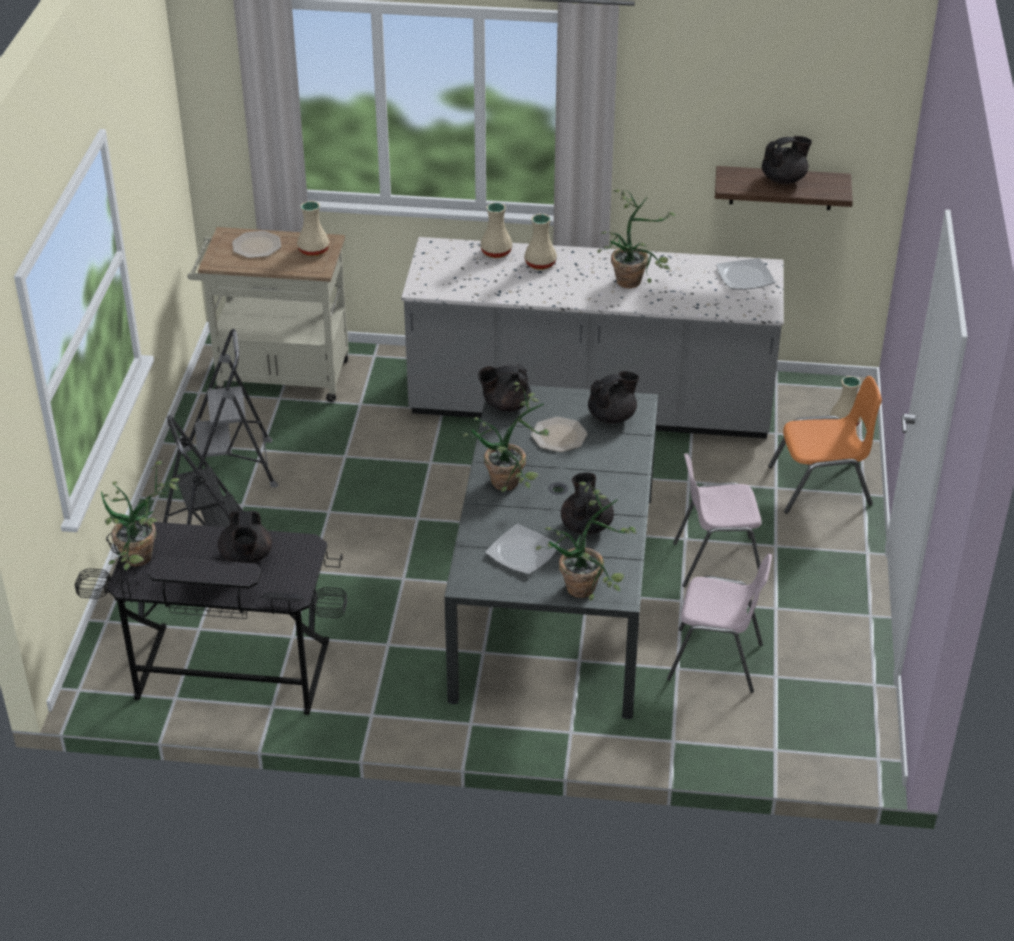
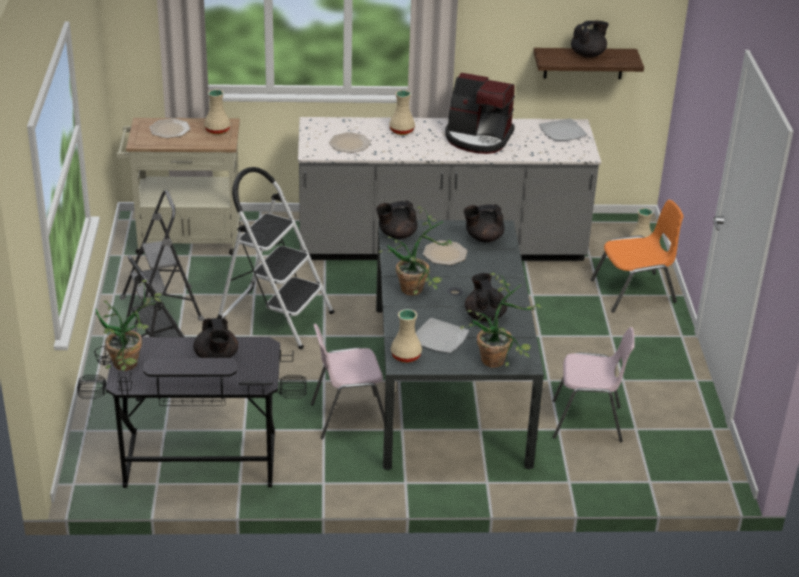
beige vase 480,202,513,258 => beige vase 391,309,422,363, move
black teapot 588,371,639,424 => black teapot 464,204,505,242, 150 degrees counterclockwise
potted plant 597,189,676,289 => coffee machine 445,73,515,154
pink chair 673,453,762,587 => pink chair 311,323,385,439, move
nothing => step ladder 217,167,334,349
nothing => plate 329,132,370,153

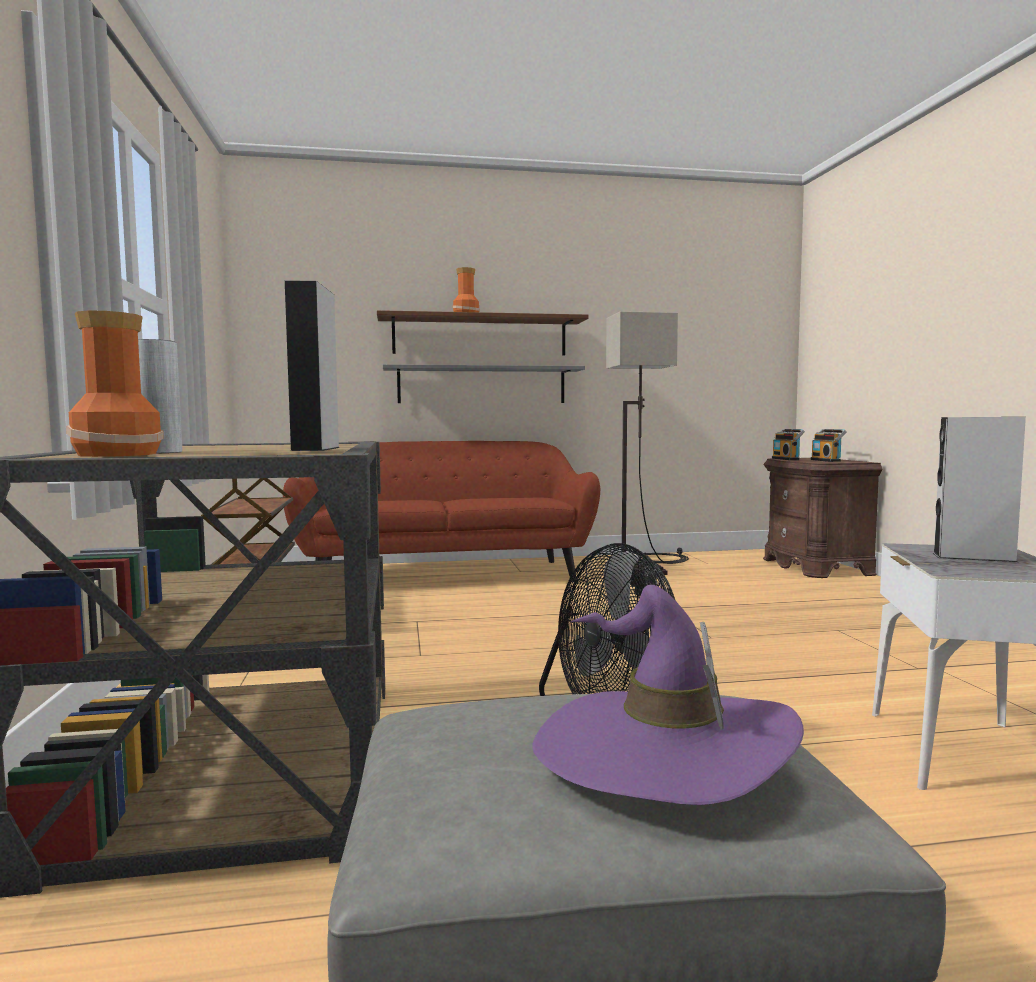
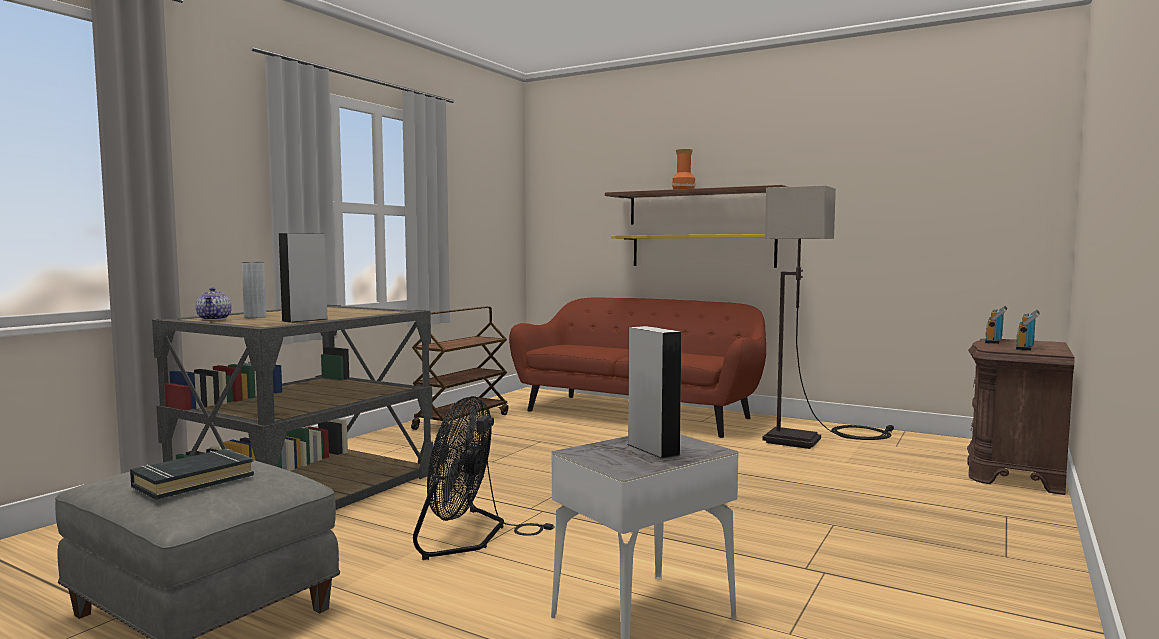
vase 66,311,164,457 => teapot 196,287,232,320
grey shelf 383,364,585,403 => yellow shelf 611,234,778,268
purple hat 532,585,804,805 => black book 130,449,254,500

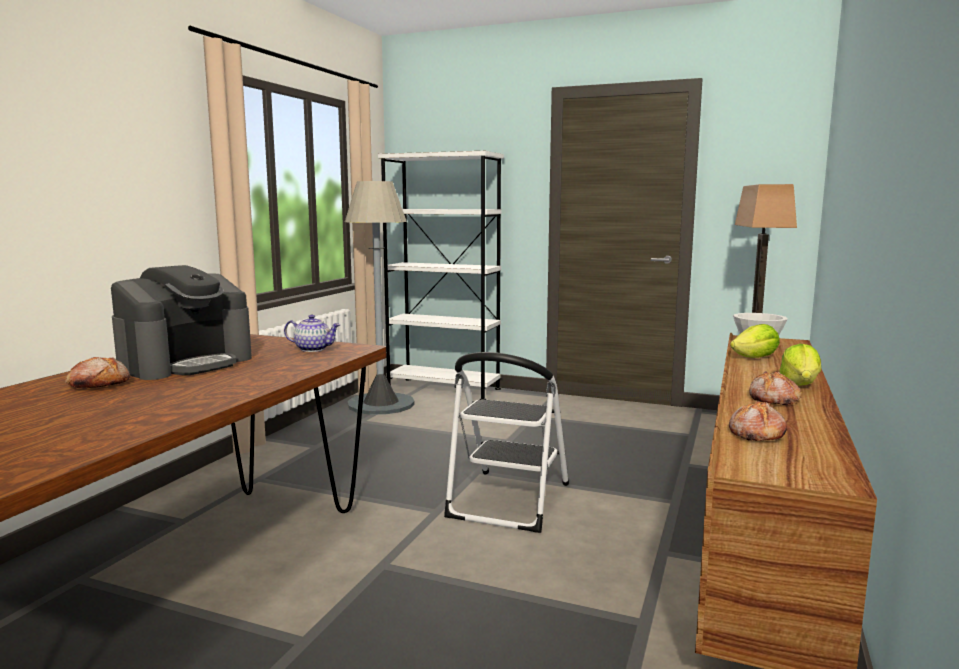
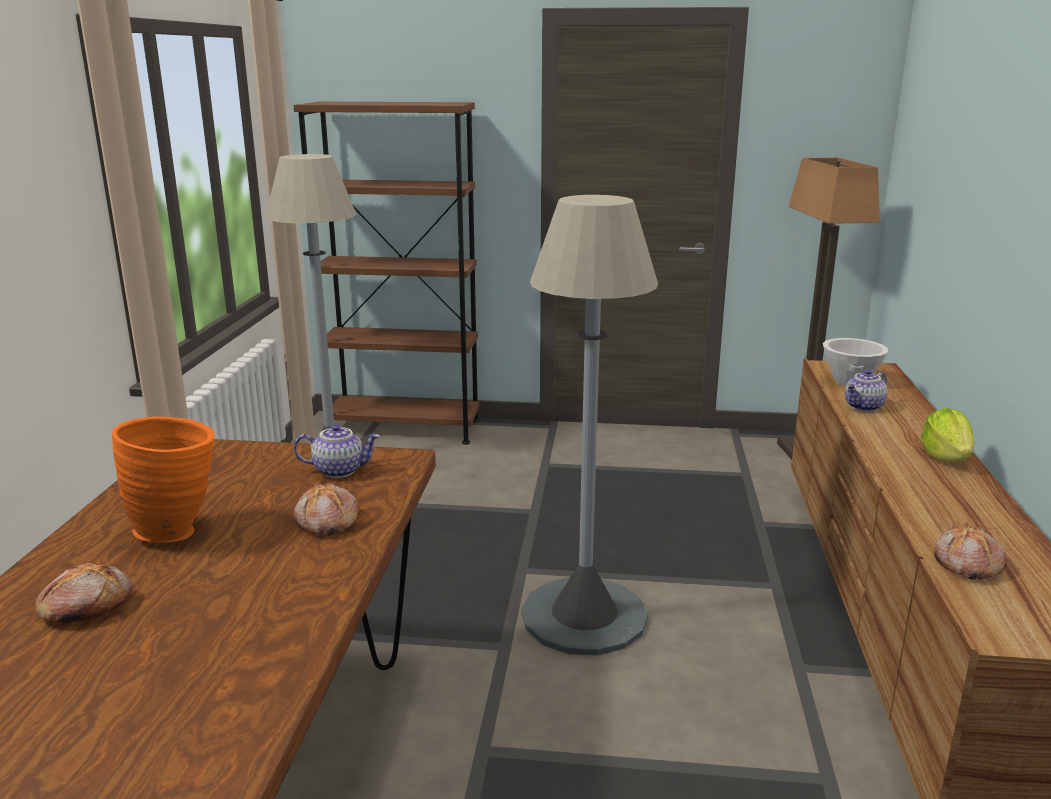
coffee machine 111,265,252,380 => orange vase 112,416,215,543
white bookcase 378,151,504,400 => brown bookcase 294,102,480,445
step ladder 444,352,569,533 => grey floor lamp 522,195,658,655
lettuce 730,324,780,358 => teapot 845,370,887,412
bread 749,371,801,405 => bread 294,482,360,536, move

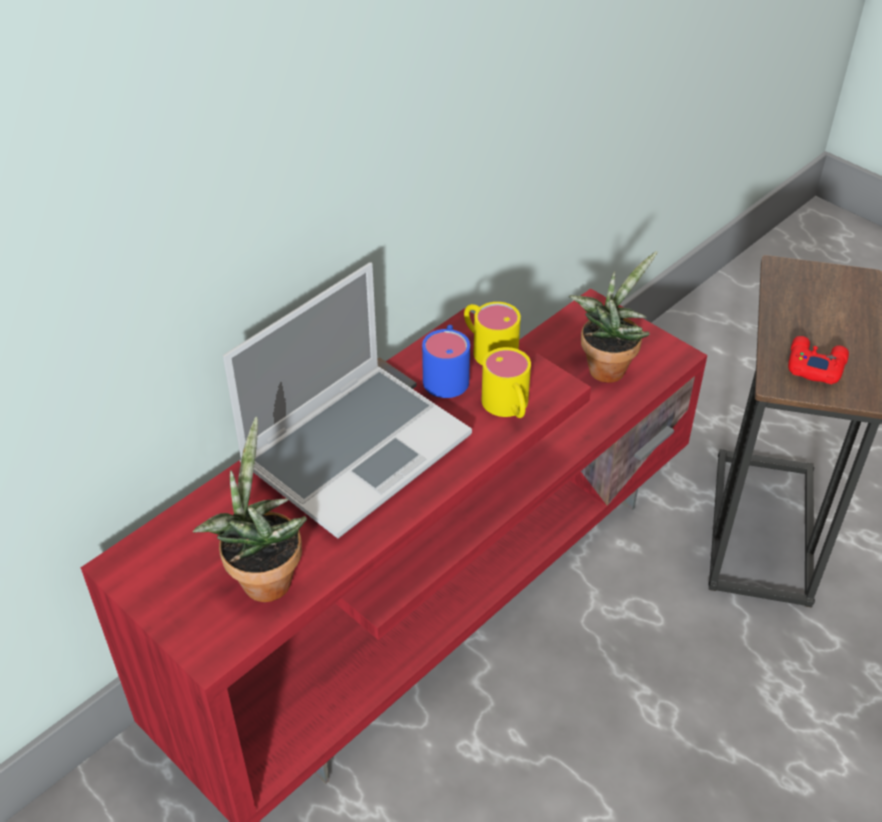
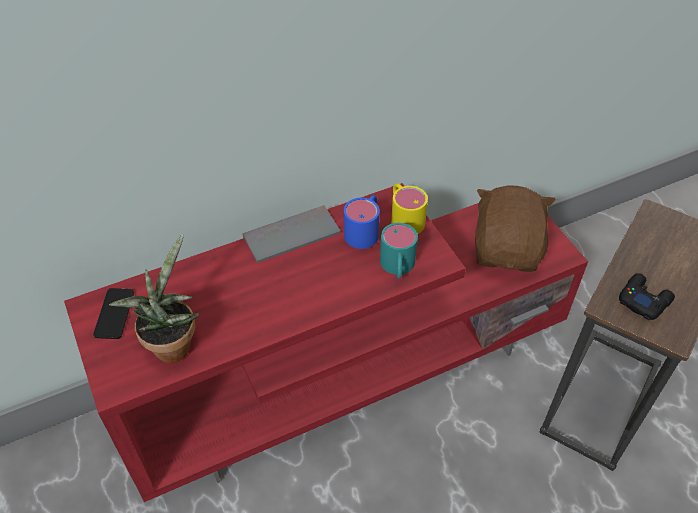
laptop 223,262,472,539 => nothing
yellow mug 481,347,531,418 => turquoise mug 380,223,418,279
potted plant 569,251,657,383 => brown plush toy 475,186,556,272
red game controller 788,336,849,384 => black game controller 619,273,675,320
nothing => phone 93,288,134,339

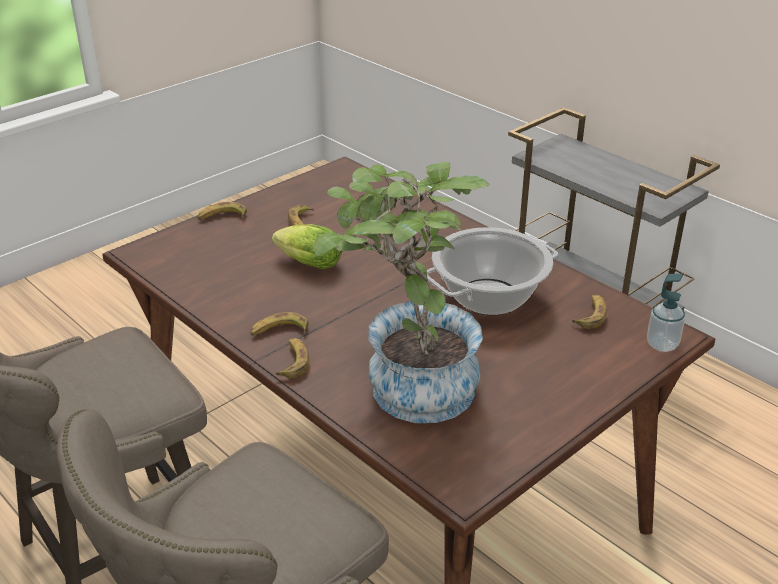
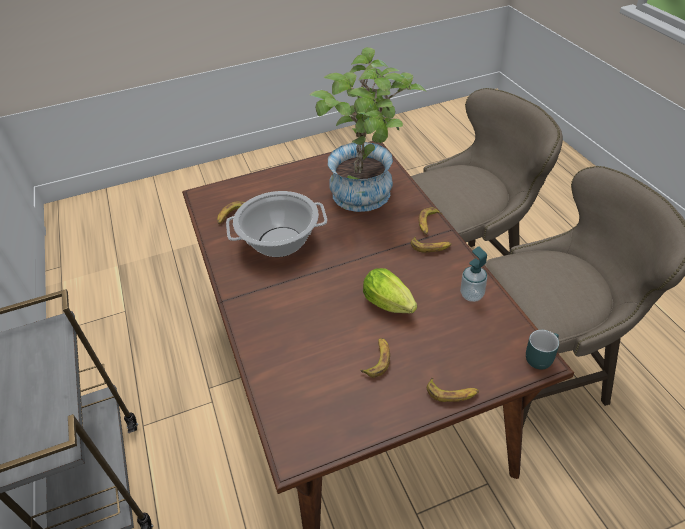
soap dispenser 647,274,685,352 => soap dispenser 460,246,487,302, move
nothing => turquoise mug 526,330,559,370

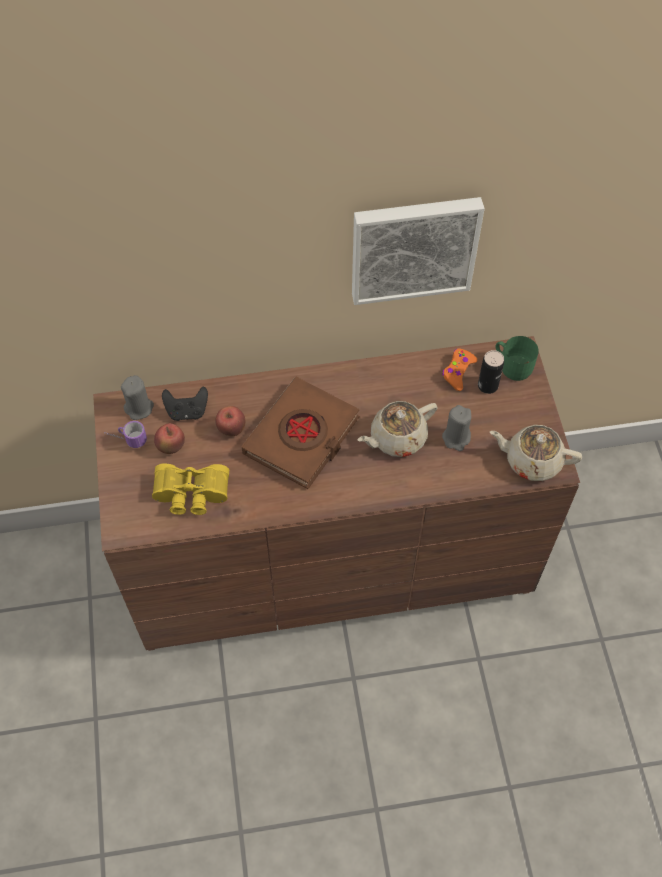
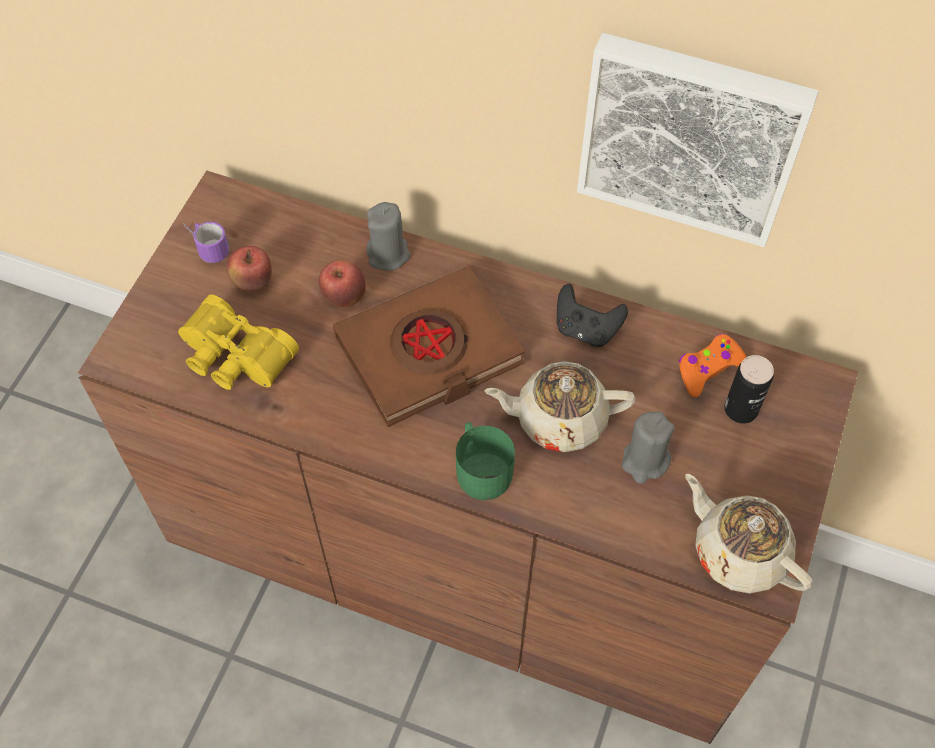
grey candle 121,375,154,420 => grey candle 366,202,411,271, move
black game controller 162,387,208,421 => black game controller 557,284,628,347, move
green mug 496,336,539,381 => green mug 456,422,515,500, move

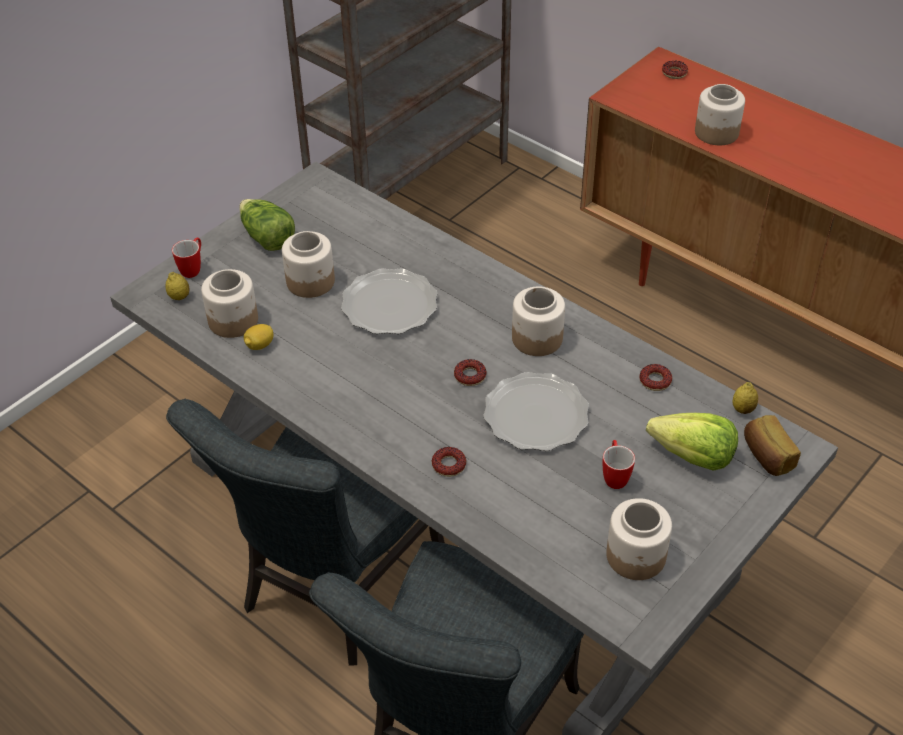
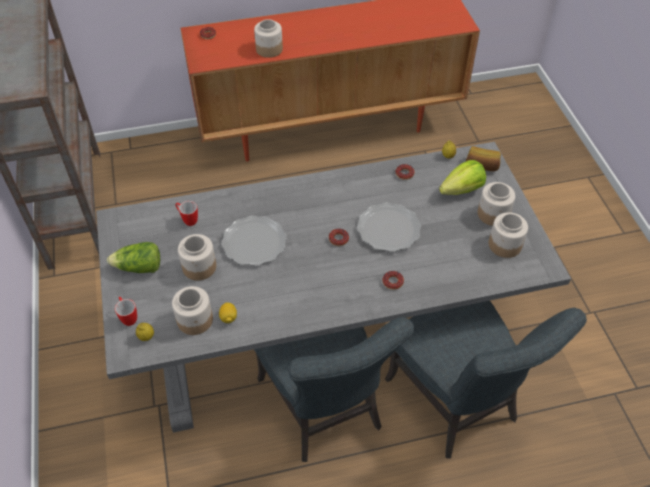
jar 512,287,565,356 => jar 478,182,515,226, move
mug 603,440,635,489 => mug 175,201,198,226, move

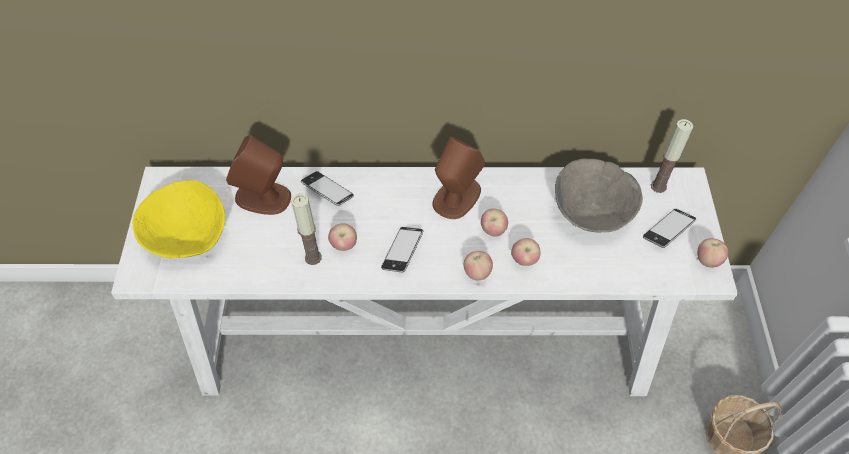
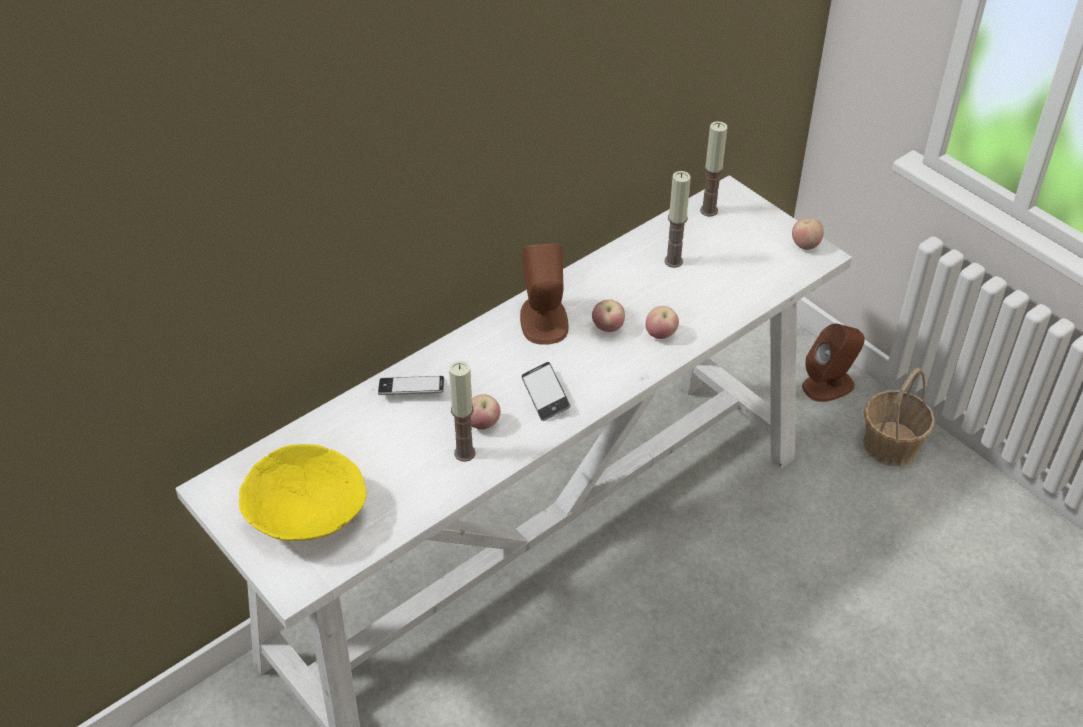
brown speaker 226,135,291,215 => brown speaker 802,323,865,402, move
apple 463,251,493,280 => nothing
grey bowl 555,158,643,232 => candle 664,171,691,268
phone 643,209,696,248 => nothing

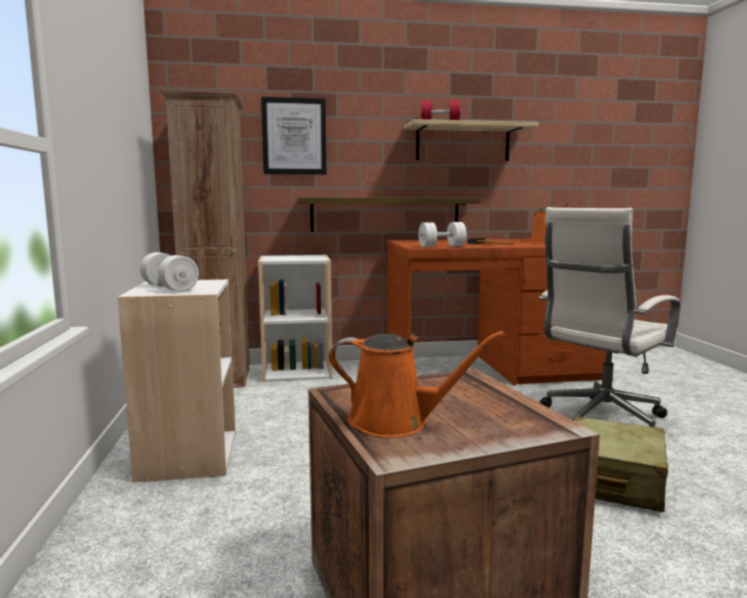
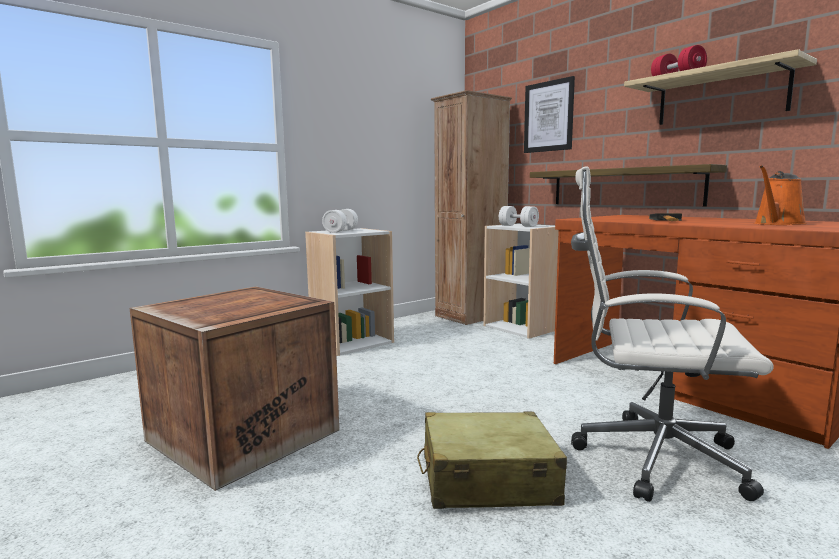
orange watering can 329,331,505,438 => nothing
white dumbbell 418,222,466,247 => white dumbbell 499,206,539,227, move

